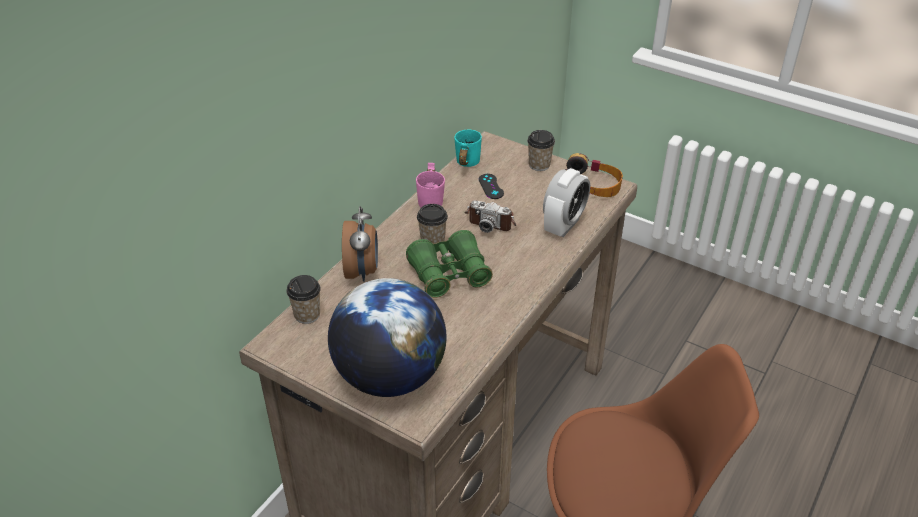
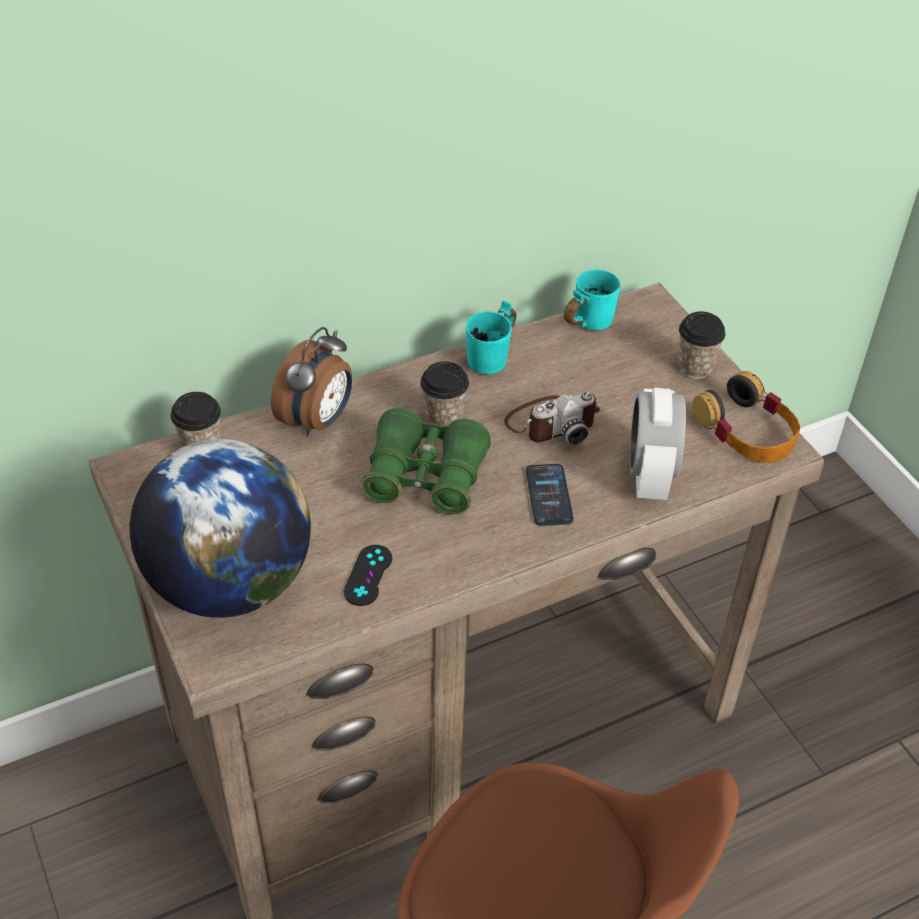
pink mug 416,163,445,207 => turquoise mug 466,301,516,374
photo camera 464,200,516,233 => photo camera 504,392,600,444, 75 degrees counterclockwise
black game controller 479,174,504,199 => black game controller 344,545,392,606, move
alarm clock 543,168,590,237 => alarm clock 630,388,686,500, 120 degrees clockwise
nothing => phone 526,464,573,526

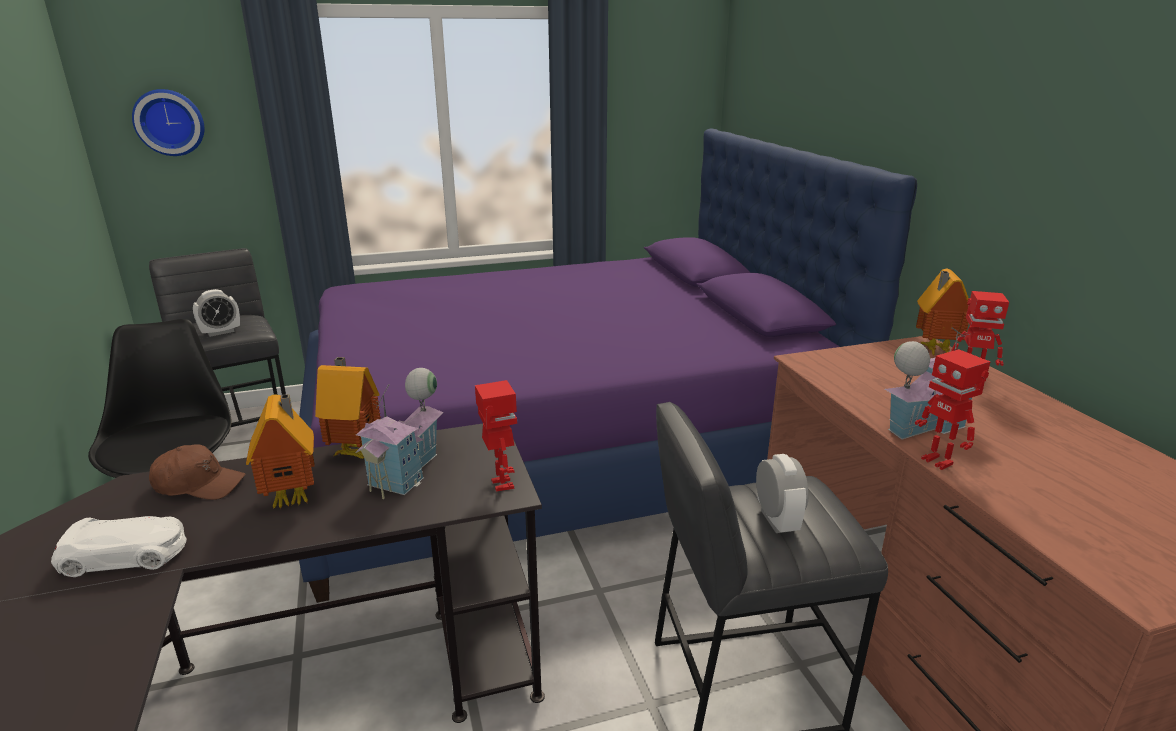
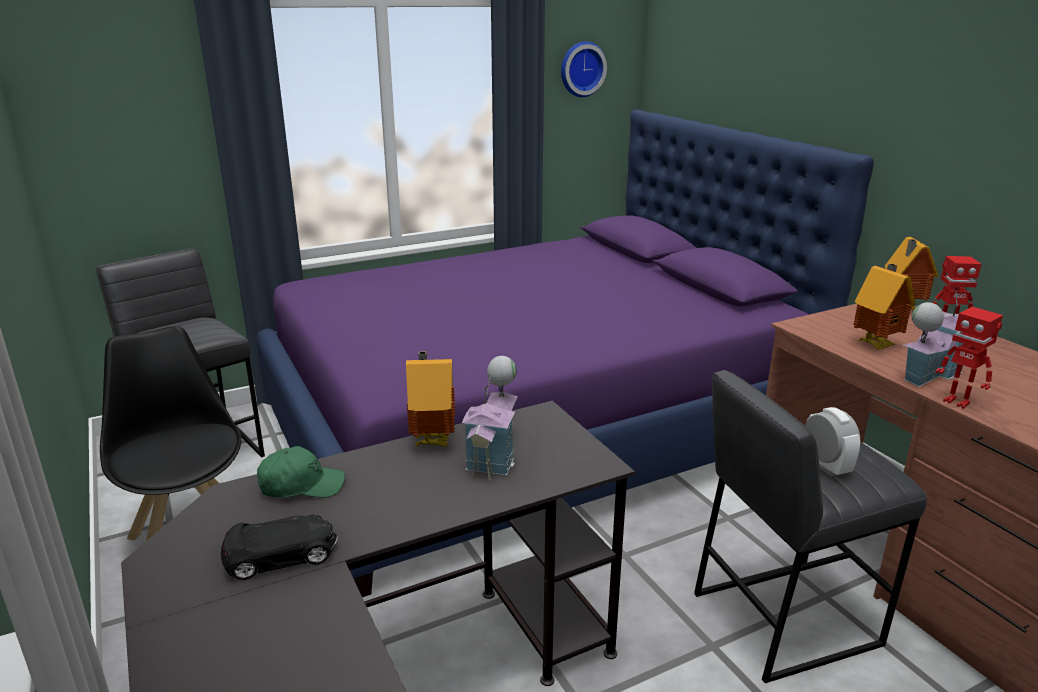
white toy car 51,516,187,577 => black toy car 221,515,337,580
wall clock 132,89,205,156 => wall clock 561,41,607,97, move
brown cap 149,444,246,500 => green cap 257,446,345,498
alarm clock 193,289,240,337 => nothing
toy house 246,394,315,509 => toy house 854,264,915,350, move
toy robot 475,380,517,492 => nothing

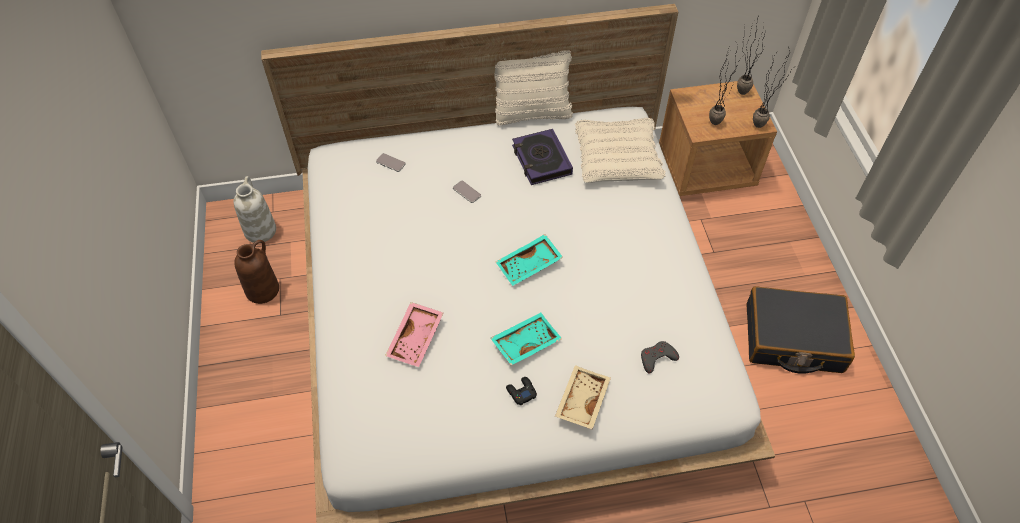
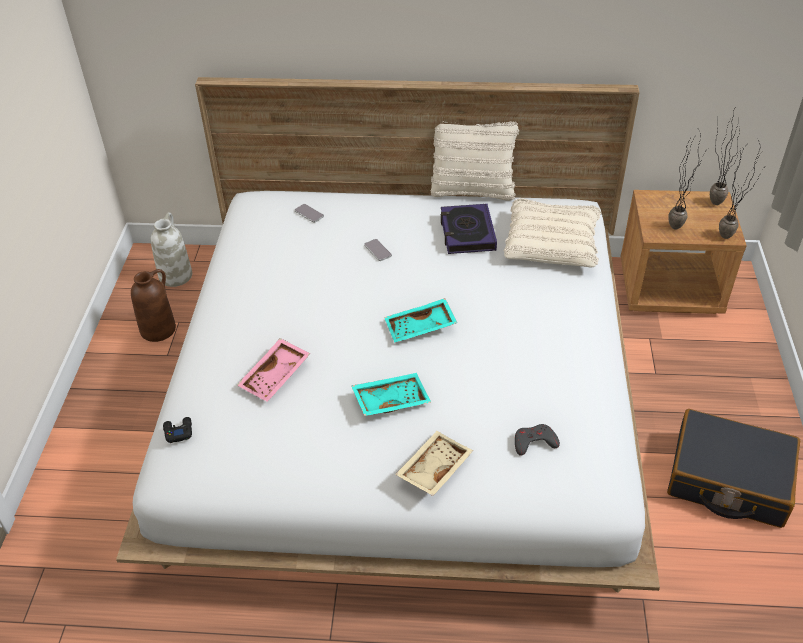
black game controller 506,377,537,405 => black game controller 163,417,192,443, move

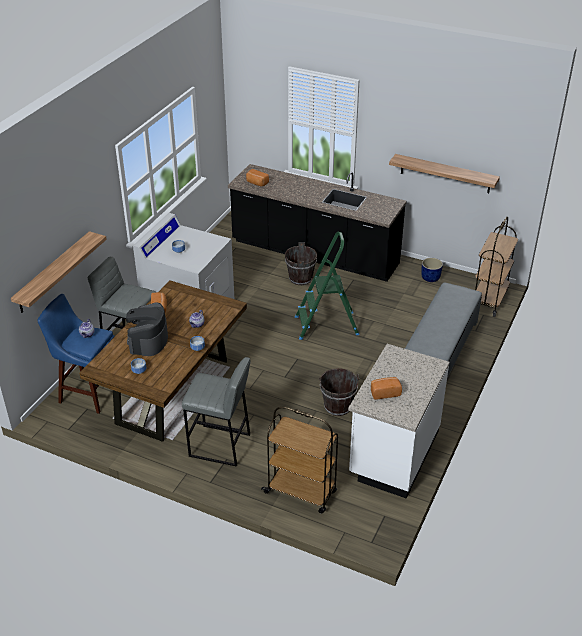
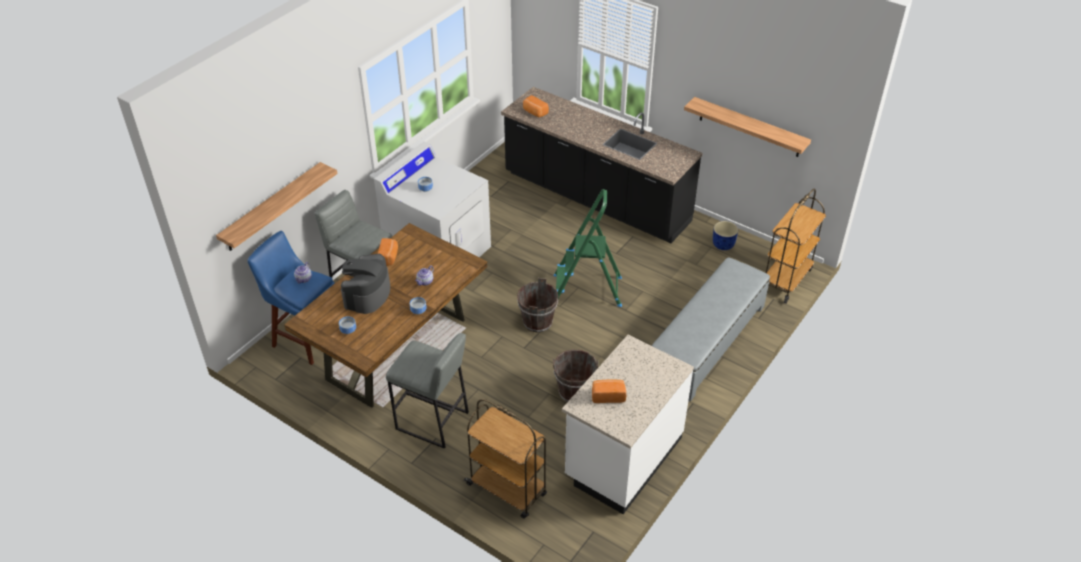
brown bucket 285,242,317,285 => brown bucket 517,278,558,333, move

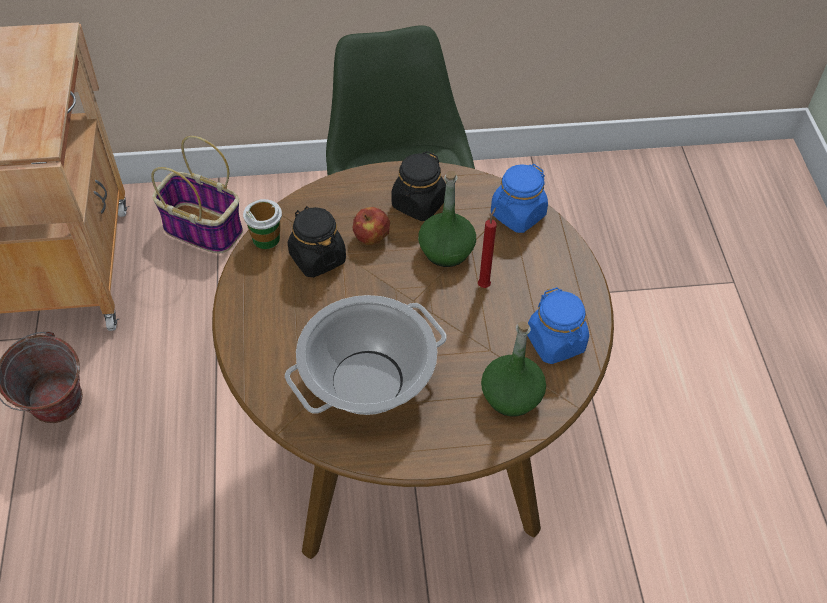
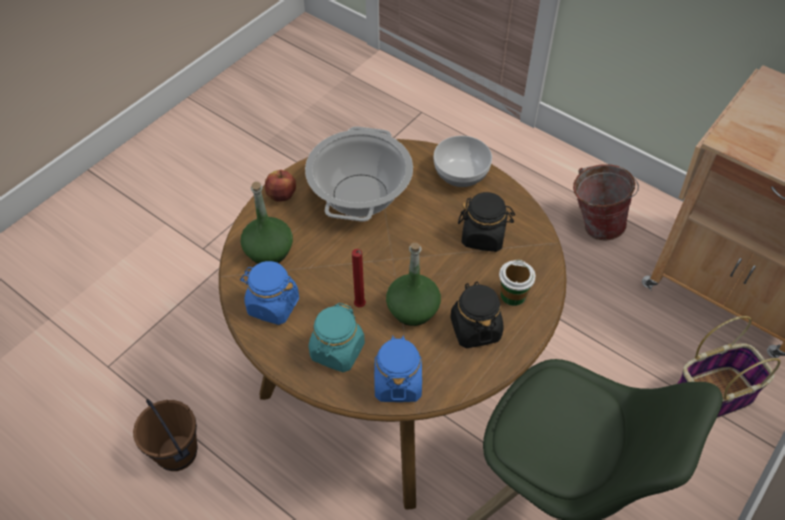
cup 243,199,282,249 => cup 499,260,536,306, move
apple 353,207,390,245 => apple 265,170,296,202, move
nothing => brown bucket 133,399,198,471
nothing => turquoise jar 309,303,365,372
nothing => bowl 433,136,492,187

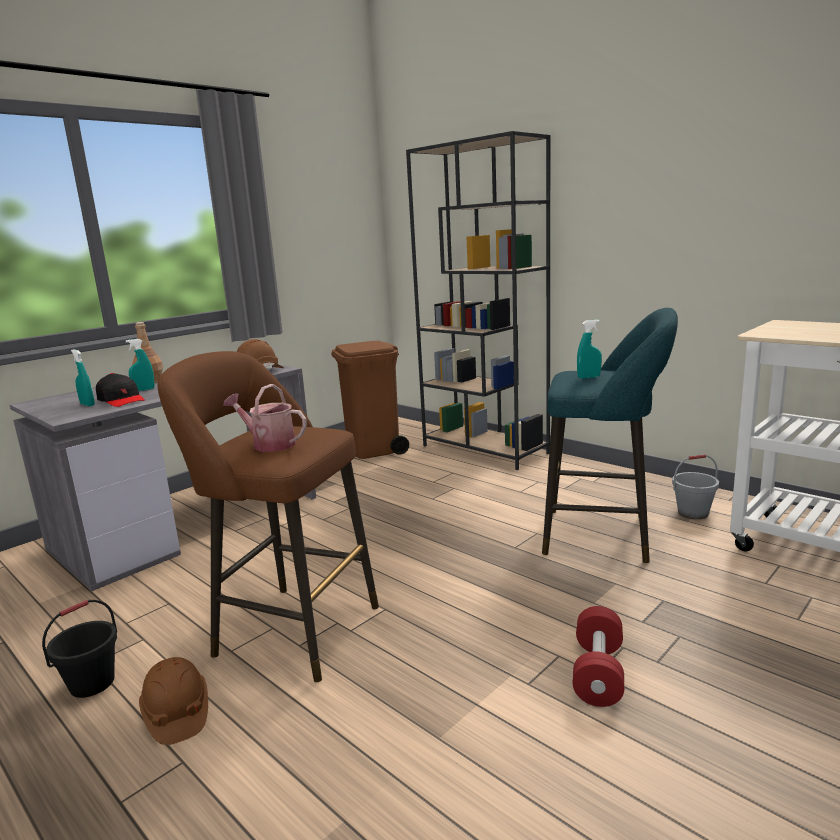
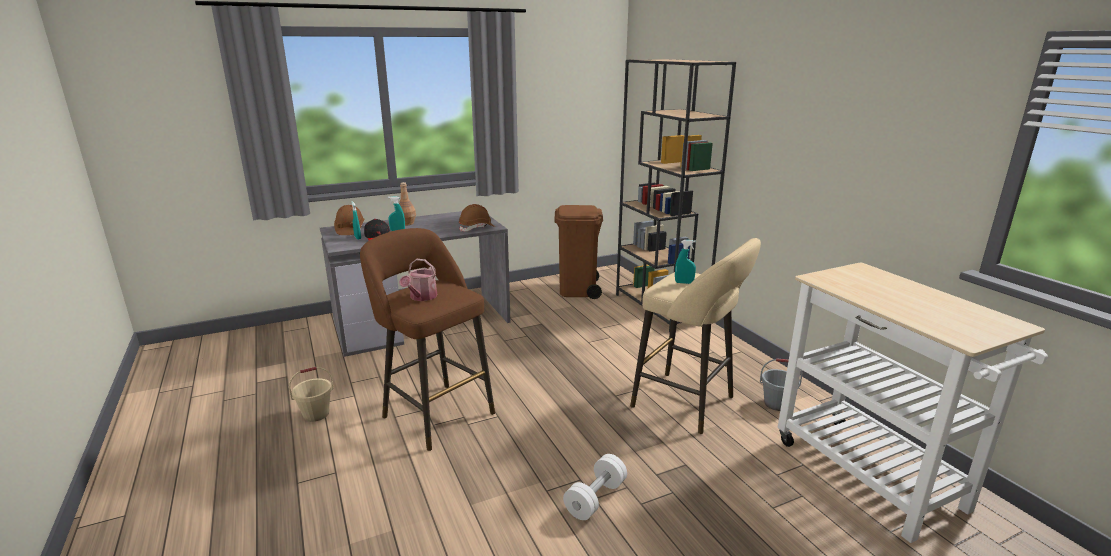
black bucket 42,600,117,698 => beige bucket 289,367,334,422
brown hard hat 139,657,208,745 => brown hard hat 334,205,364,235, move
watering can 223,384,307,452 => watering can 399,259,437,301, 120 degrees counterclockwise
turquoise stool 542,308,678,563 => beige stool 630,238,761,434
red dumbbell 573,606,624,707 => white dumbbell 563,454,627,520

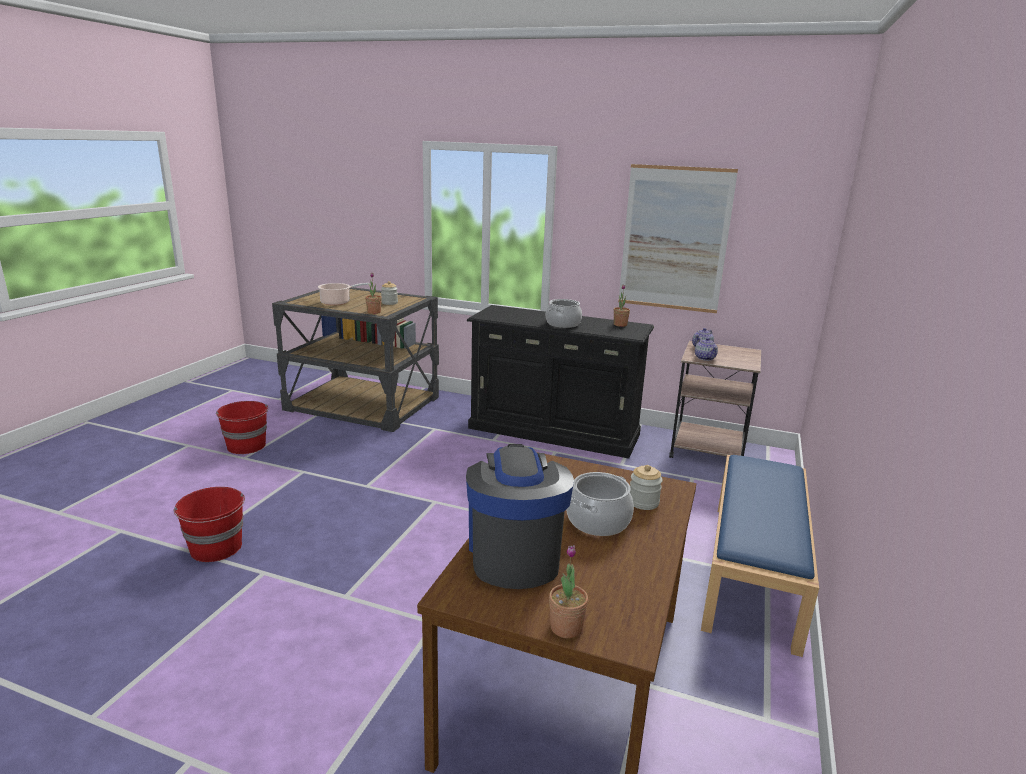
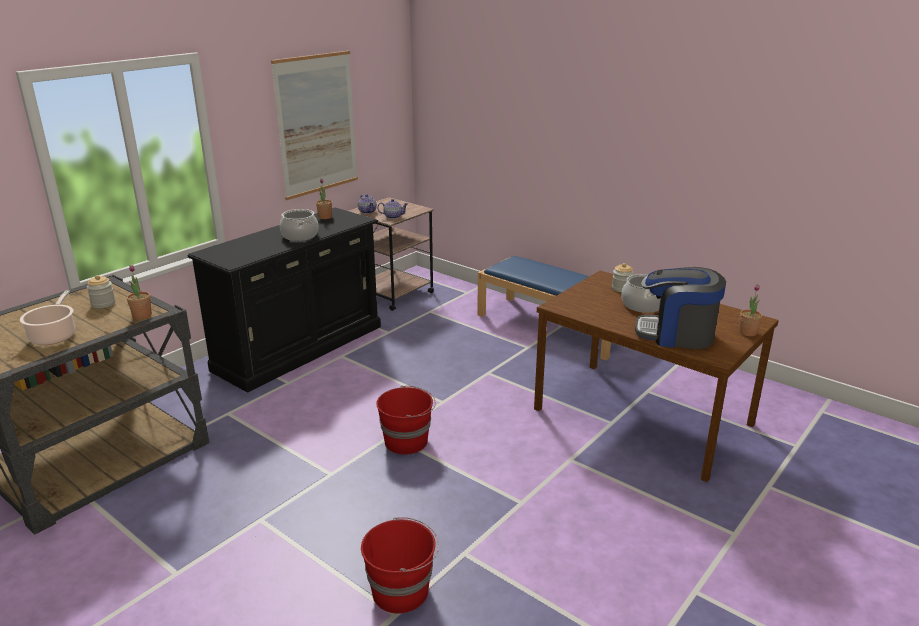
red bucket 216,401,268,454 => red bucket 376,386,436,454, move

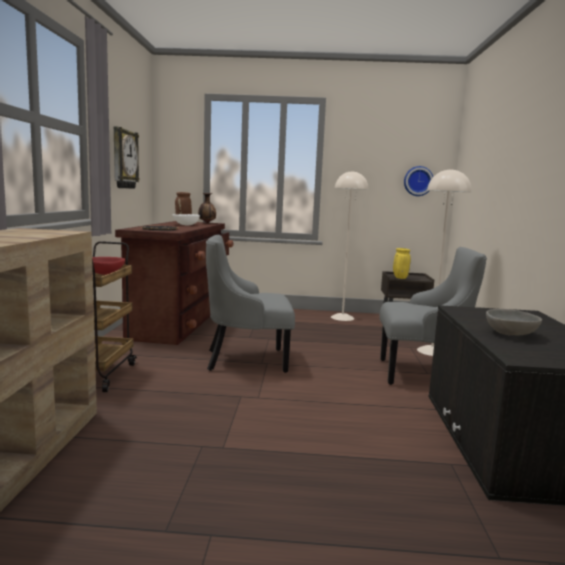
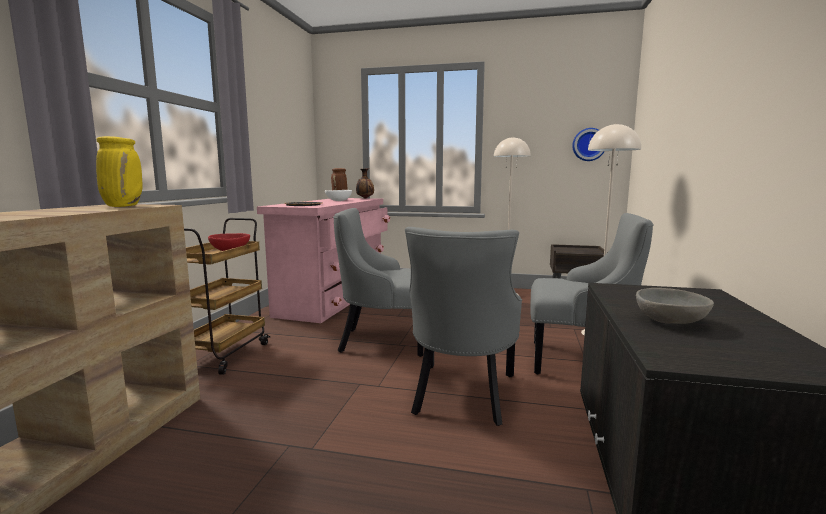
wall clock 114,126,140,189 => nothing
brown dresser 115,221,233,345 => pink dresser 257,198,390,323
yellow vase 393,248,411,279 => yellow vase 96,136,143,207, move
nothing => grey chair 405,227,522,426

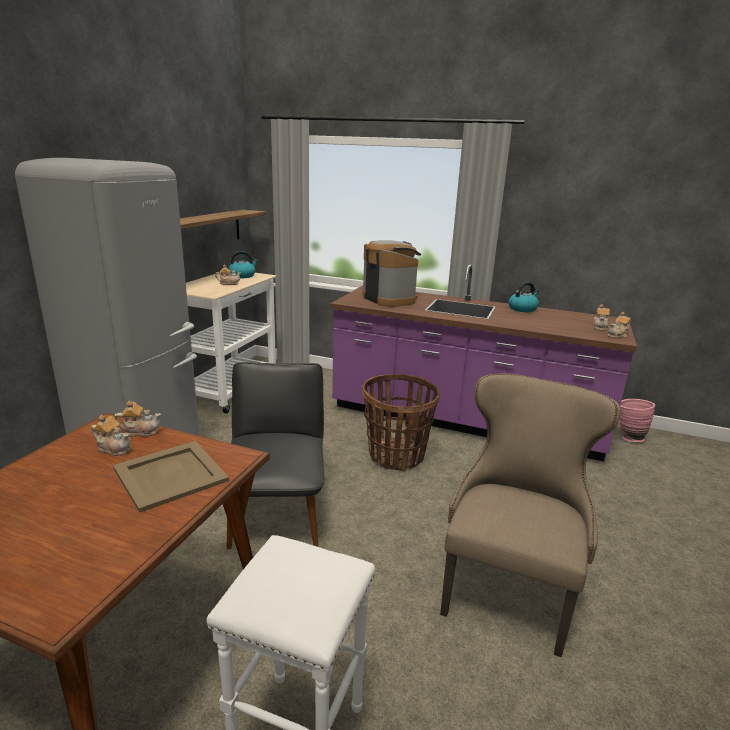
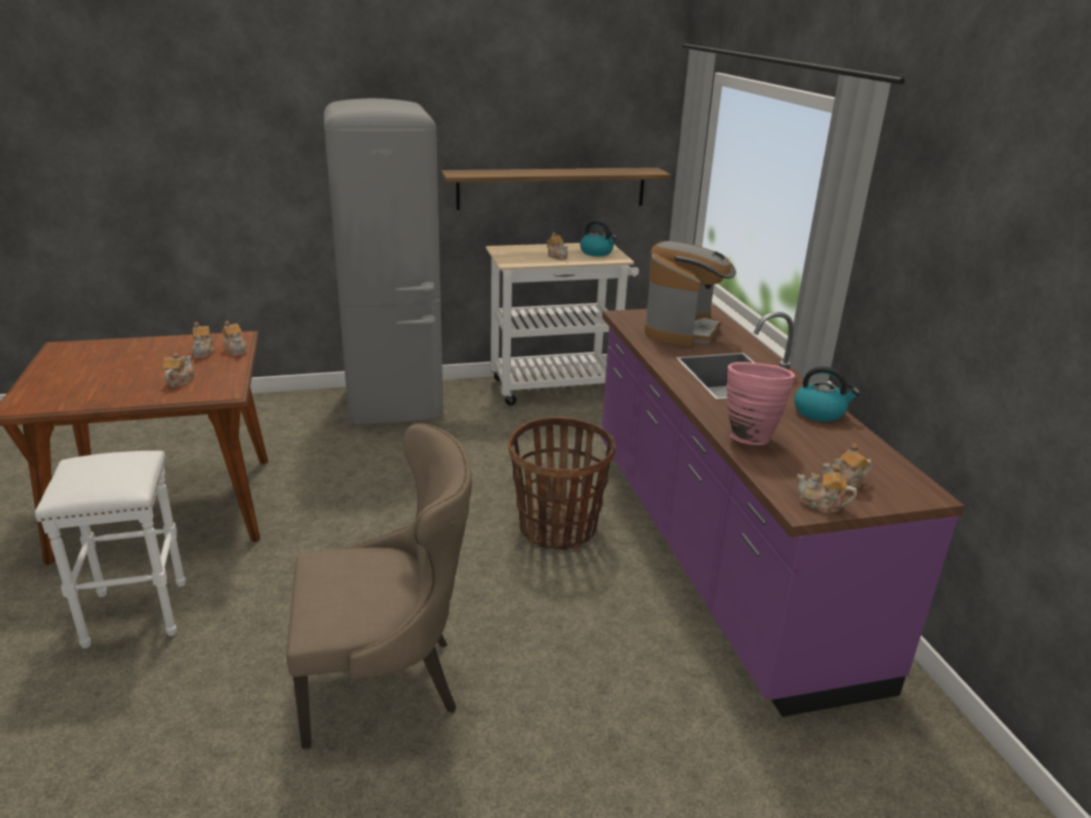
beige tray 113,441,229,513 => teapot 163,353,195,387
black chair 227,362,324,549 => nothing
pink vase 619,399,655,442 => pink vase 727,362,795,445, move

